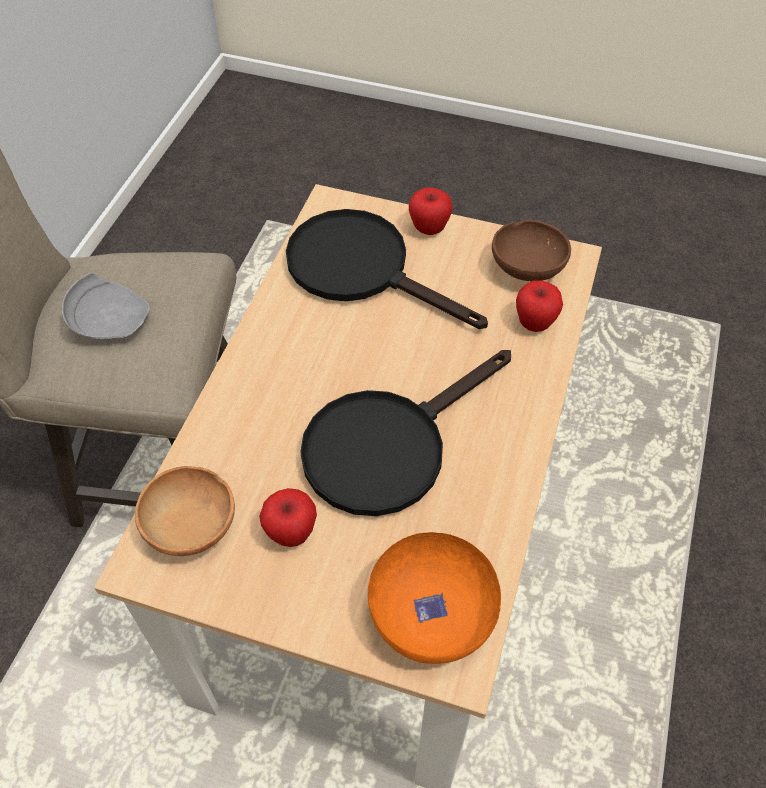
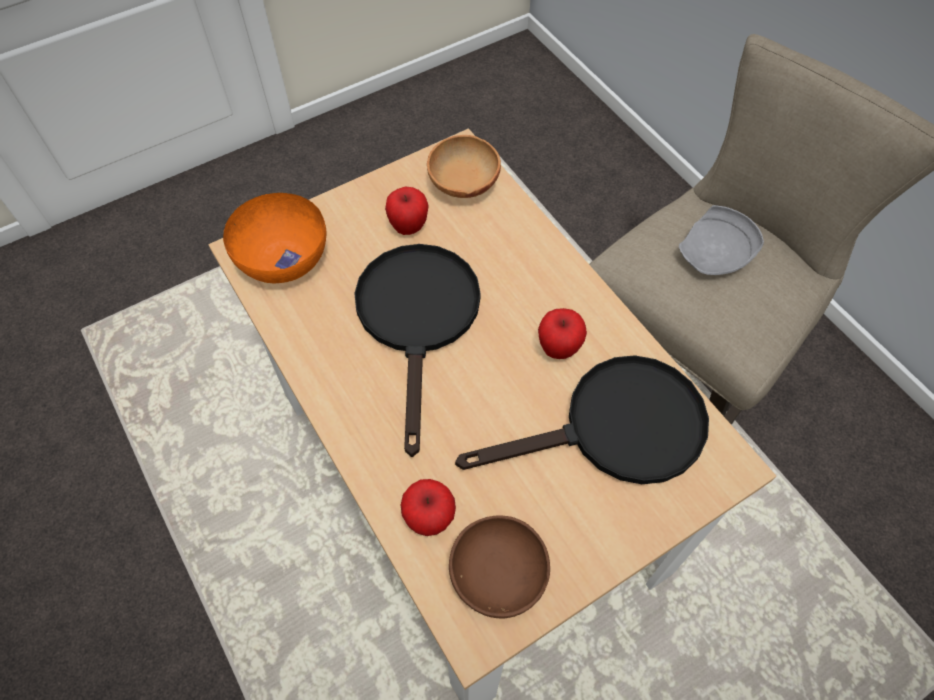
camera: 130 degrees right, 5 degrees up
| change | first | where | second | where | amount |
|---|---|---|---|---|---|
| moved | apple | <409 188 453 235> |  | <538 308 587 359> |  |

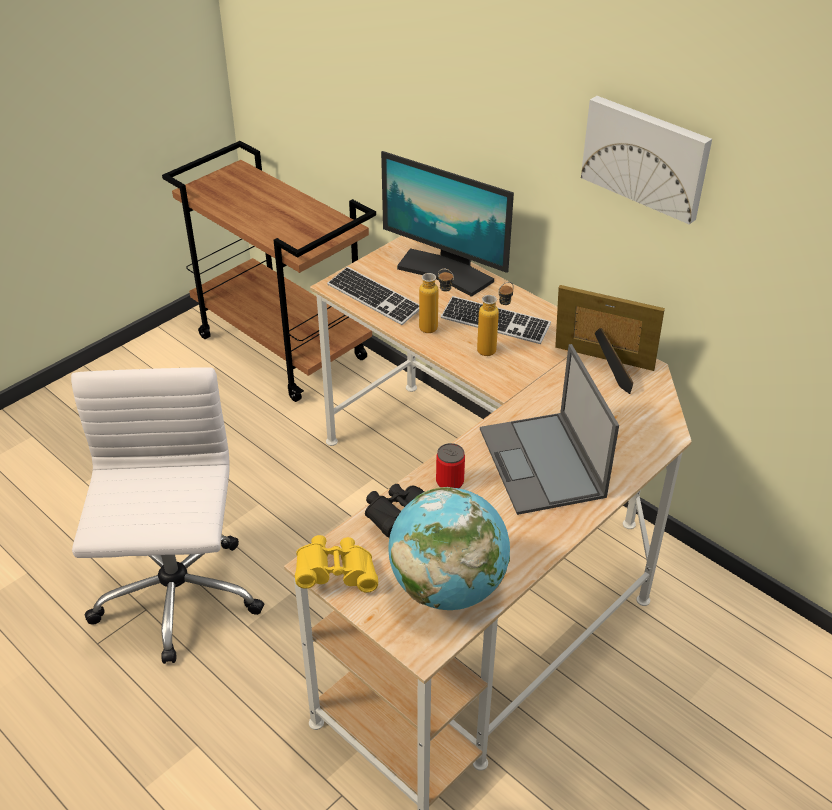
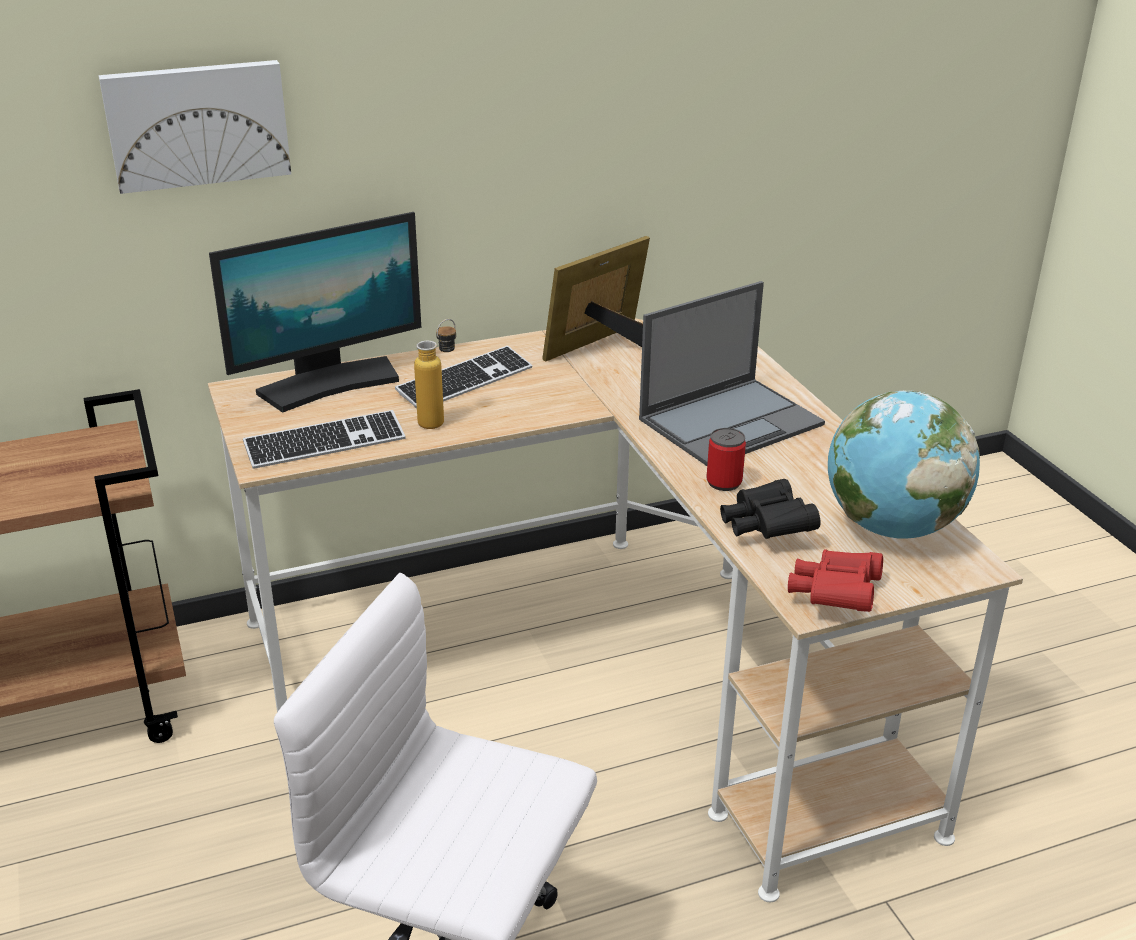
camera: 65 degrees left, 10 degrees down
| change | first | where | second | where | amount |
|---|---|---|---|---|---|
| moved | picture | <581 96 712 224> |  | <99 60 291 194> |  |
| turned | laptop | <480 344 619 515> |  | <639 281 825 466> | 45 degrees counterclockwise |
| recoloured | pair of binoculars/yellow | <295 535 378 593> | pair of binoculars/red | <788 549 883 612> |  |
| removed | bottle | <477 282 514 356> |  |  |  |

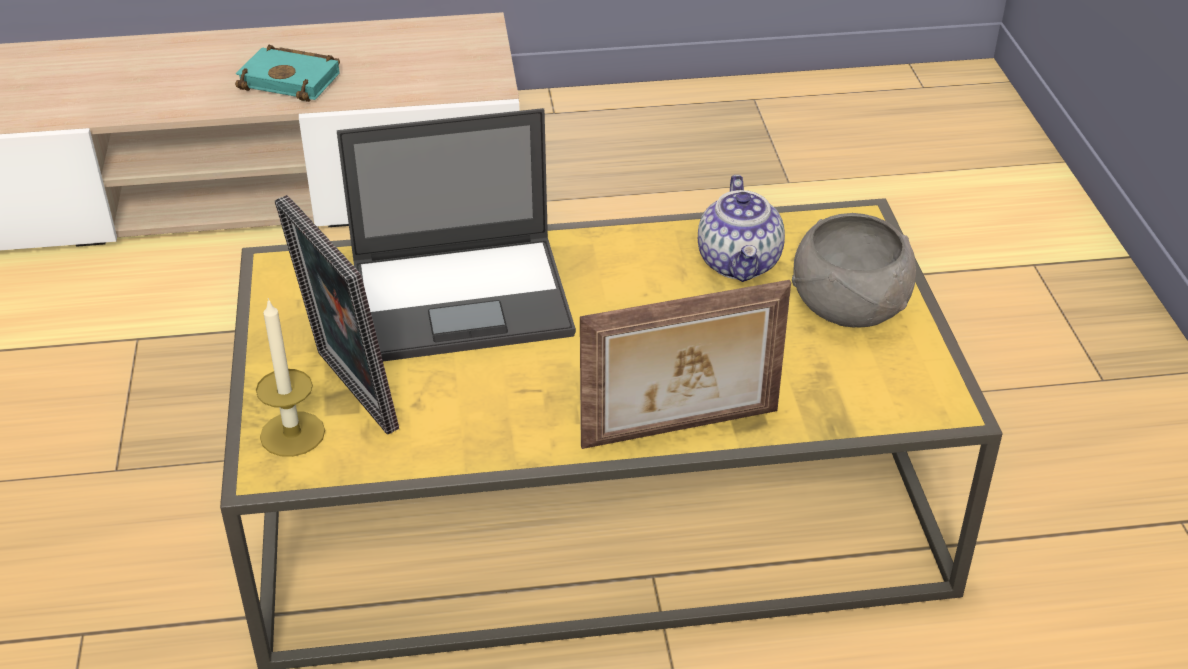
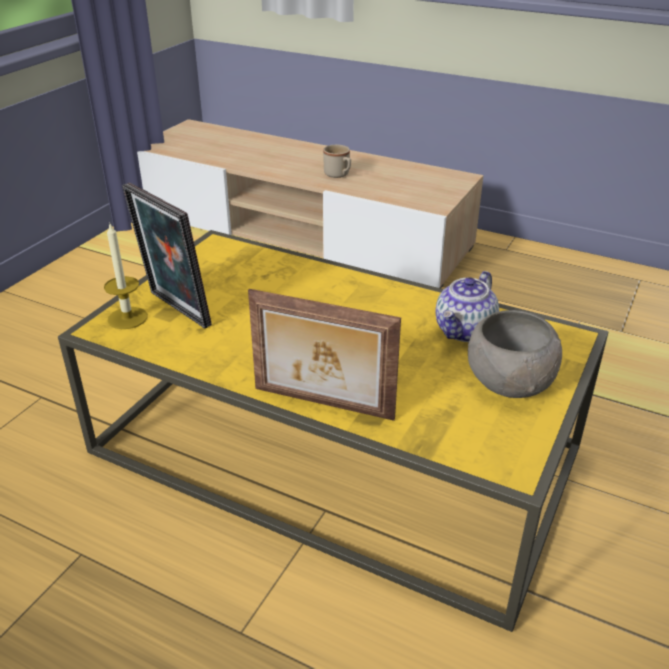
camera: 35 degrees right, 5 degrees down
| change | first | where | second | where | amount |
|---|---|---|---|---|---|
| turned | photo frame | <275 195 399 435> |  | <122 182 212 328> | 45 degrees counterclockwise |
| replaced | book/turquoise-coloured | <235 45 340 102> | tea mug/sand-coloured | <323 145 351 178> |  |
| removed | laptop | <337 108 576 361> |  |  |  |

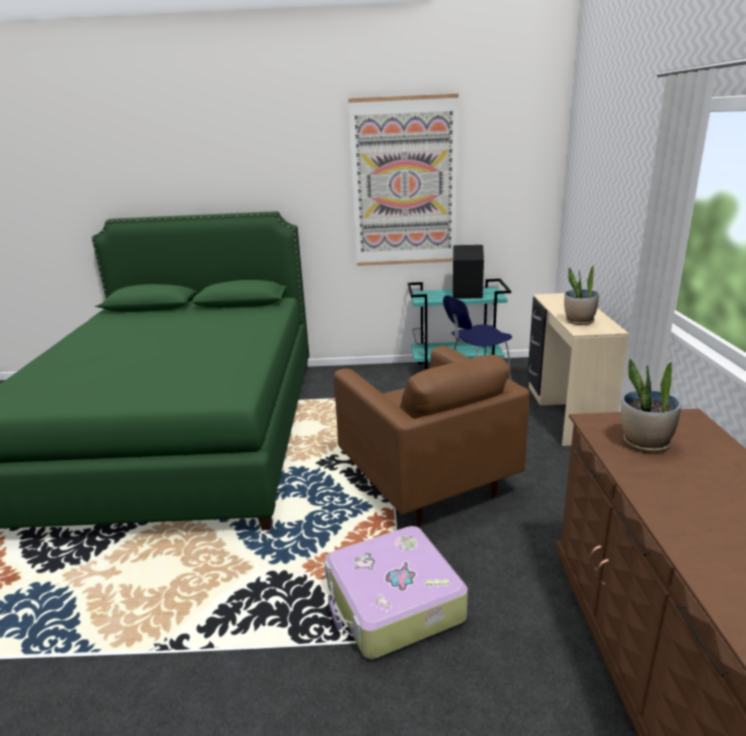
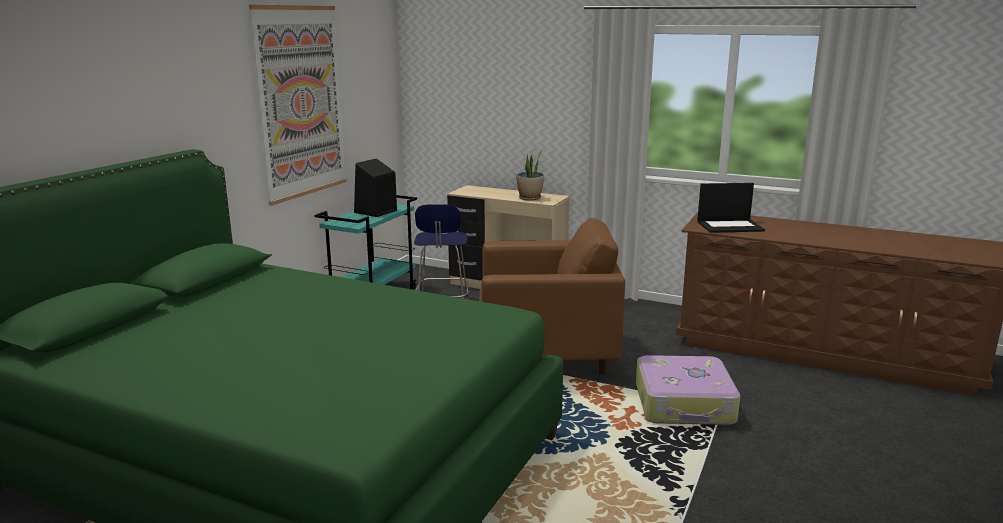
camera: 65 degrees left, 5 degrees down
| change | first | where | second | where | amount |
|---|---|---|---|---|---|
| replaced | potted plant | <621 359 682 452> | laptop | <697 183 765 233> |  |

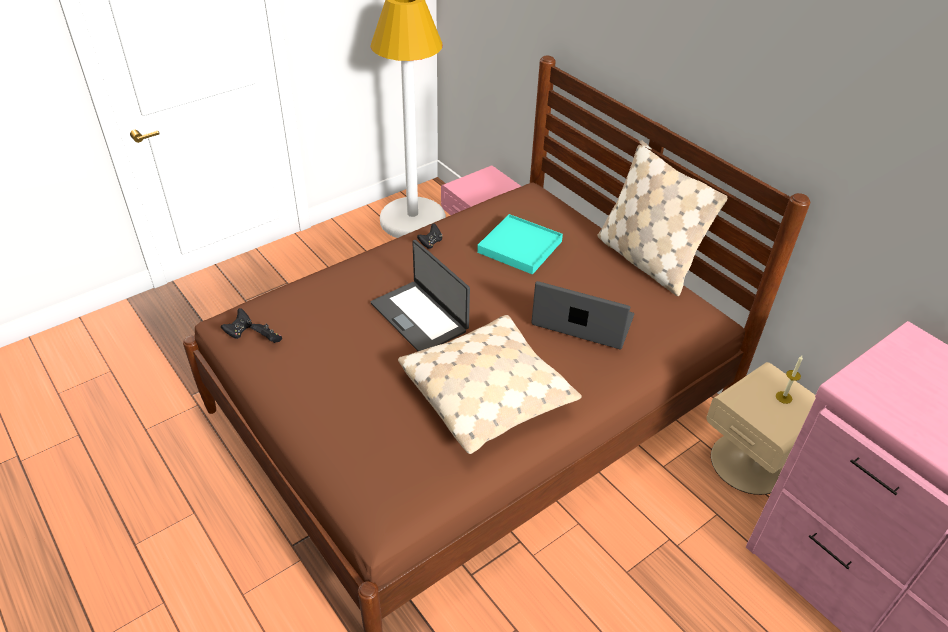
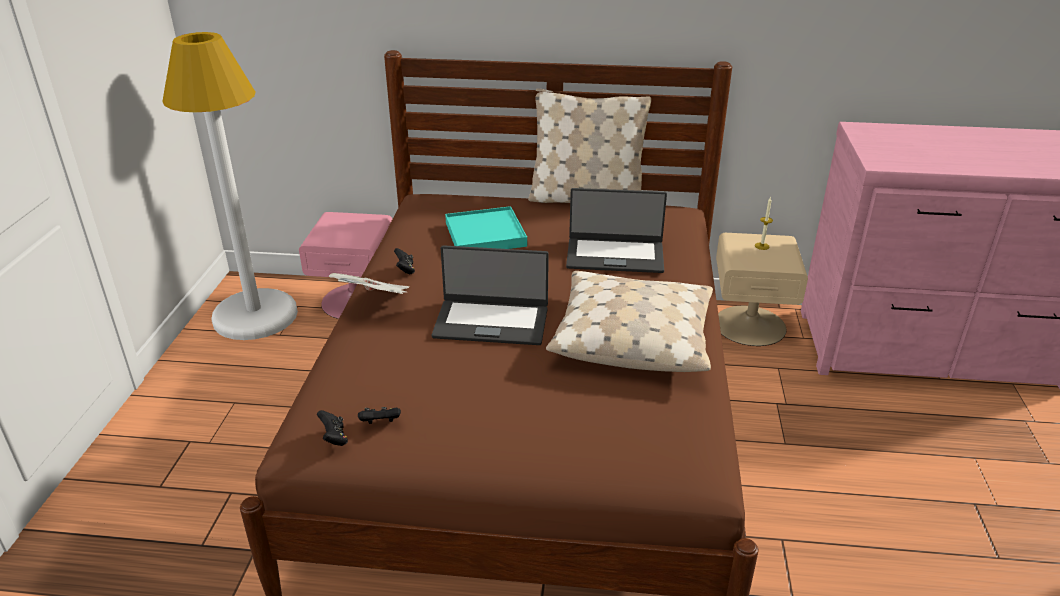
camera: 45 degrees left, 10 degrees down
| change | first | where | second | where | amount |
|---|---|---|---|---|---|
| added |  |  | printed paper | <329 273 409 294> |  |
| turned | laptop | <531 281 634 349> |  | <566 188 667 273> | 150 degrees counterclockwise |

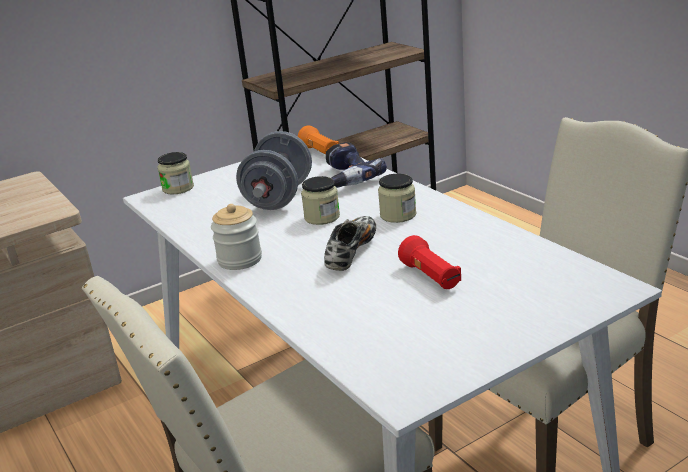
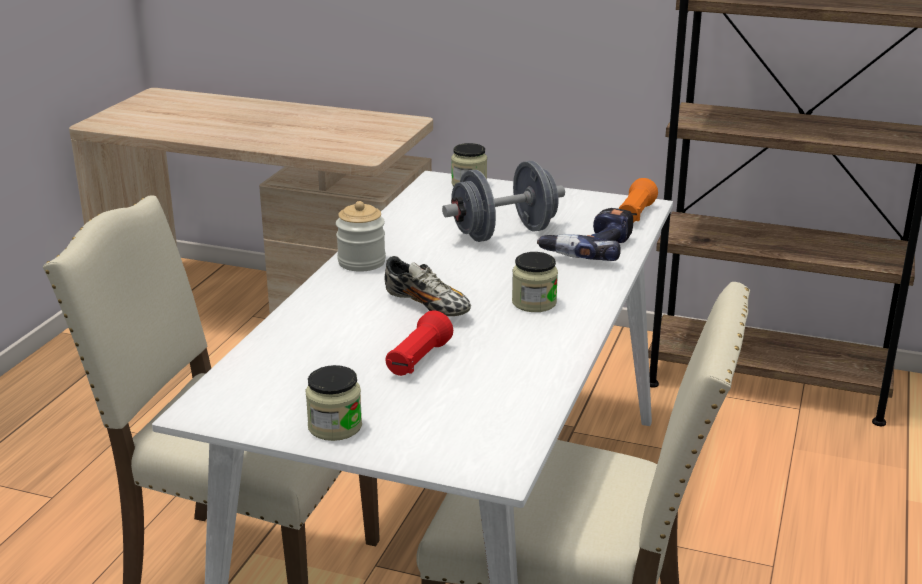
camera: 50 degrees right, 0 degrees up
| change | first | where | second | where | amount |
|---|---|---|---|---|---|
| moved | jar | <301 176 340 225> |  | <305 365 362 441> |  |
| turned | low shoe | <324 216 376 271> |  | <385 256 471 316> | 60 degrees clockwise |

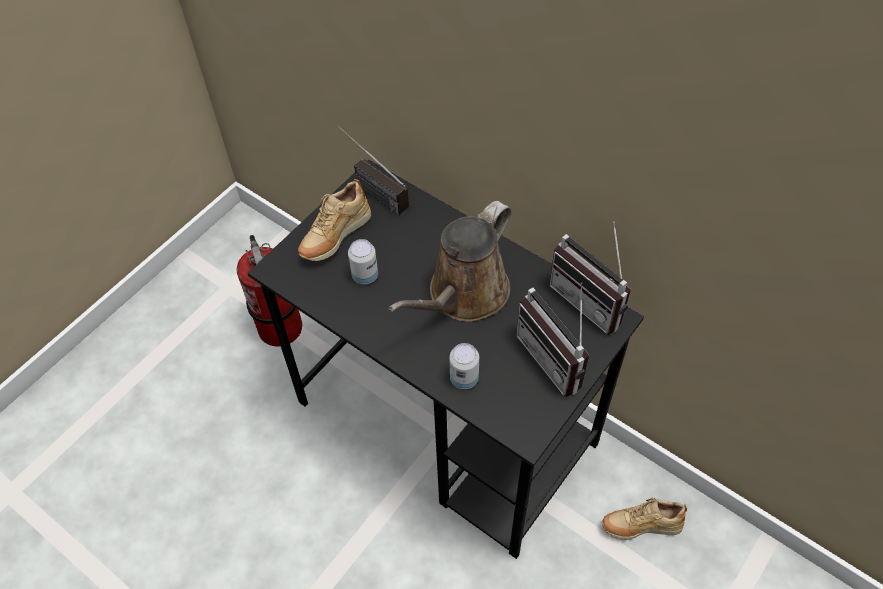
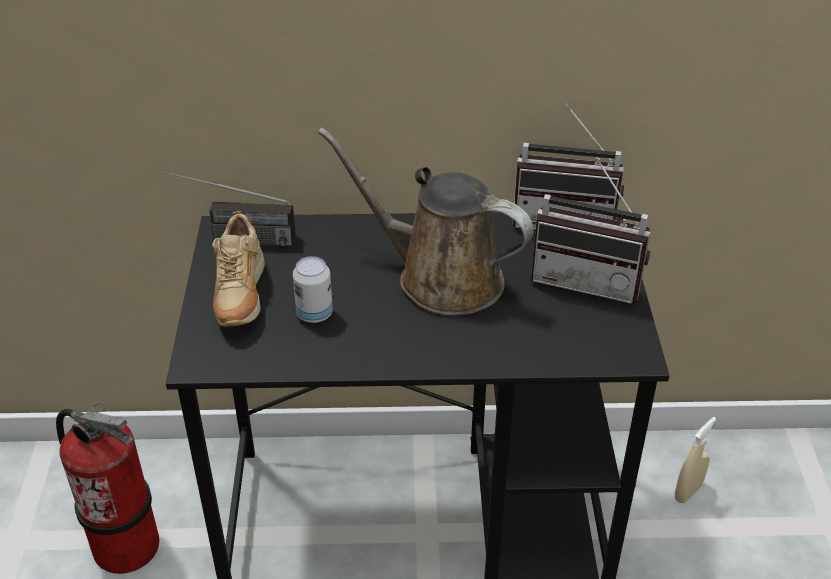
camera: 40 degrees left, 15 degrees down
| change | first | where | second | where | amount |
|---|---|---|---|---|---|
| turned | watering pot/brown-coloured | <388 201 511 322> |  | <318 127 534 315> | 120 degrees clockwise |
| replaced | low shoe/sand-coloured | <602 497 687 540> | hand sprayer/sand-coloured | <675 417 716 503> |  |
| removed | metal can | <450 343 479 389> |  |  |  |

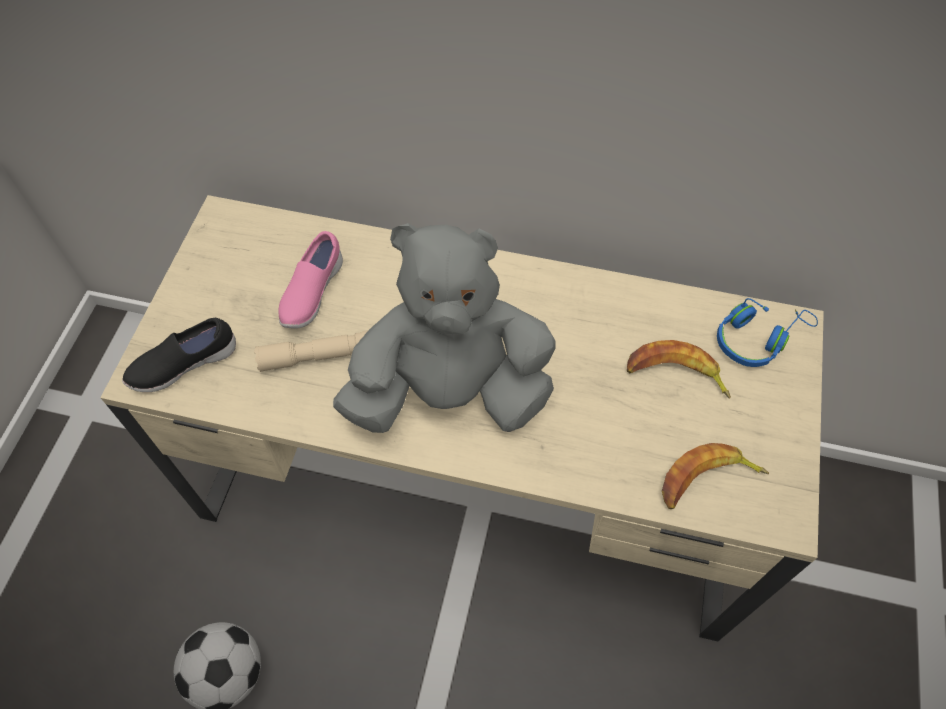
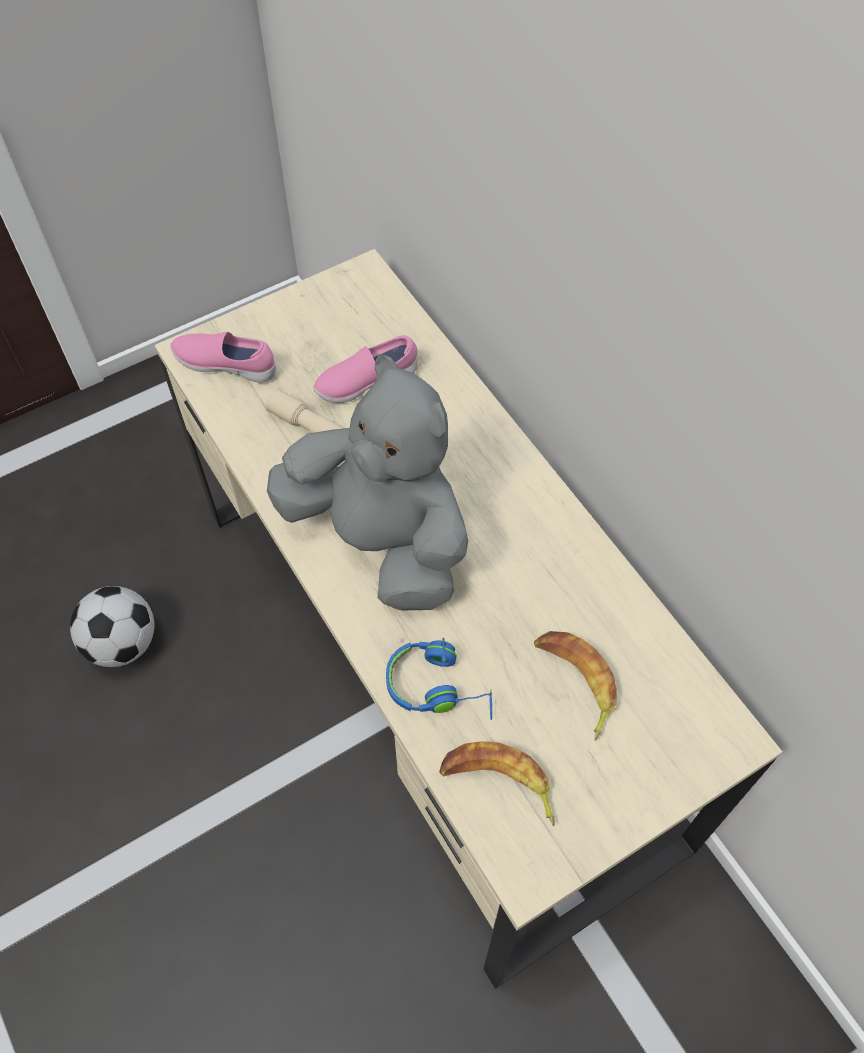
camera: 45 degrees right, 0 degrees up
| change | first | where | second | where | amount |
|---|---|---|---|---|---|
| recoloured | low shoe/black | <122 318 236 392> | low shoe/pinkish | <170 332 276 382> |  |
| moved | pair of headphones/blue-coloured | <717 298 818 367> |  | <386 638 492 720> |  |

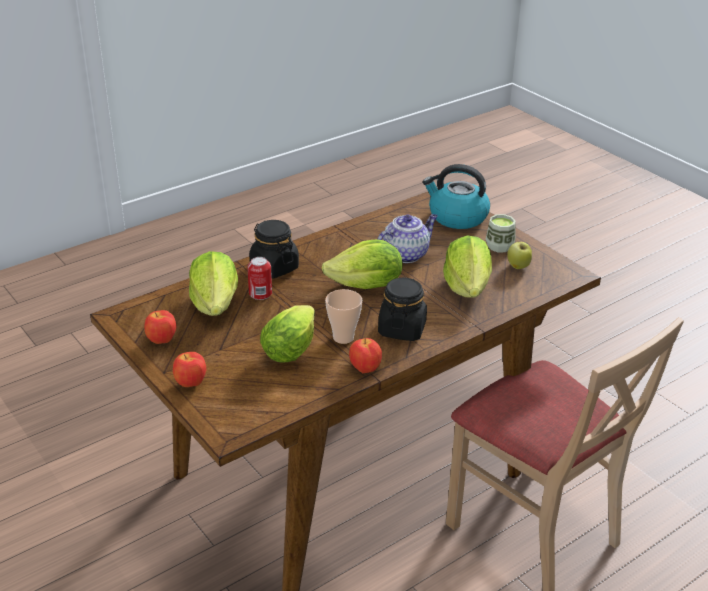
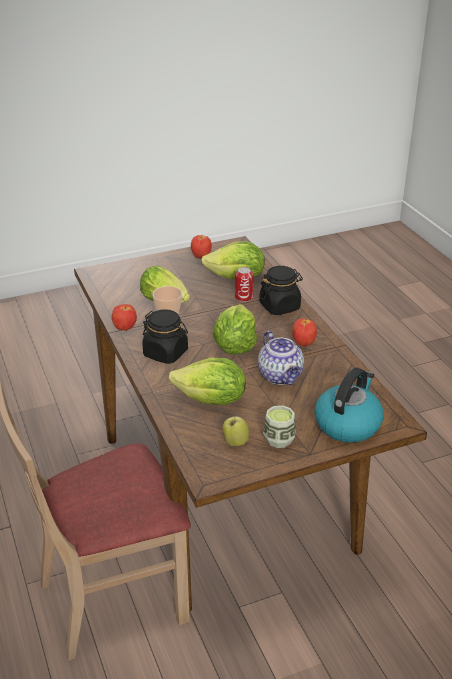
camera: 105 degrees right, 0 degrees up
| change | first | where | second | where | amount |
|---|---|---|---|---|---|
| moved | apple | <173 352 206 387> |  | <292 319 317 346> |  |

